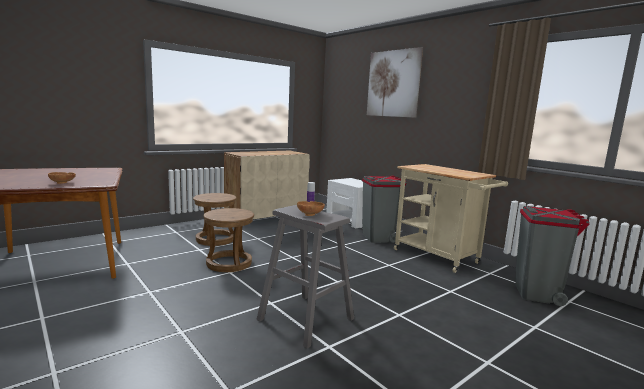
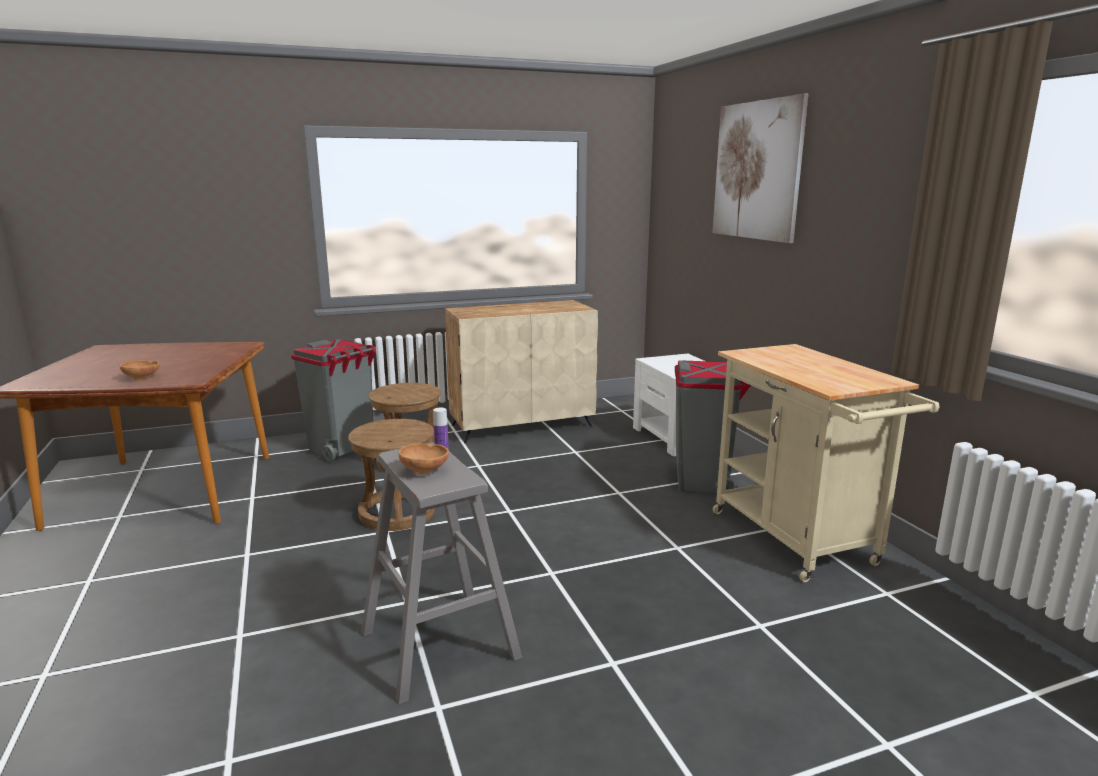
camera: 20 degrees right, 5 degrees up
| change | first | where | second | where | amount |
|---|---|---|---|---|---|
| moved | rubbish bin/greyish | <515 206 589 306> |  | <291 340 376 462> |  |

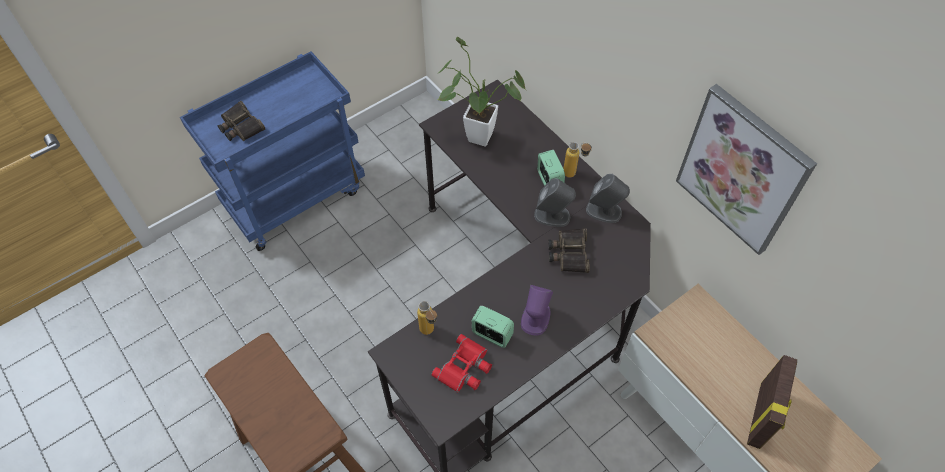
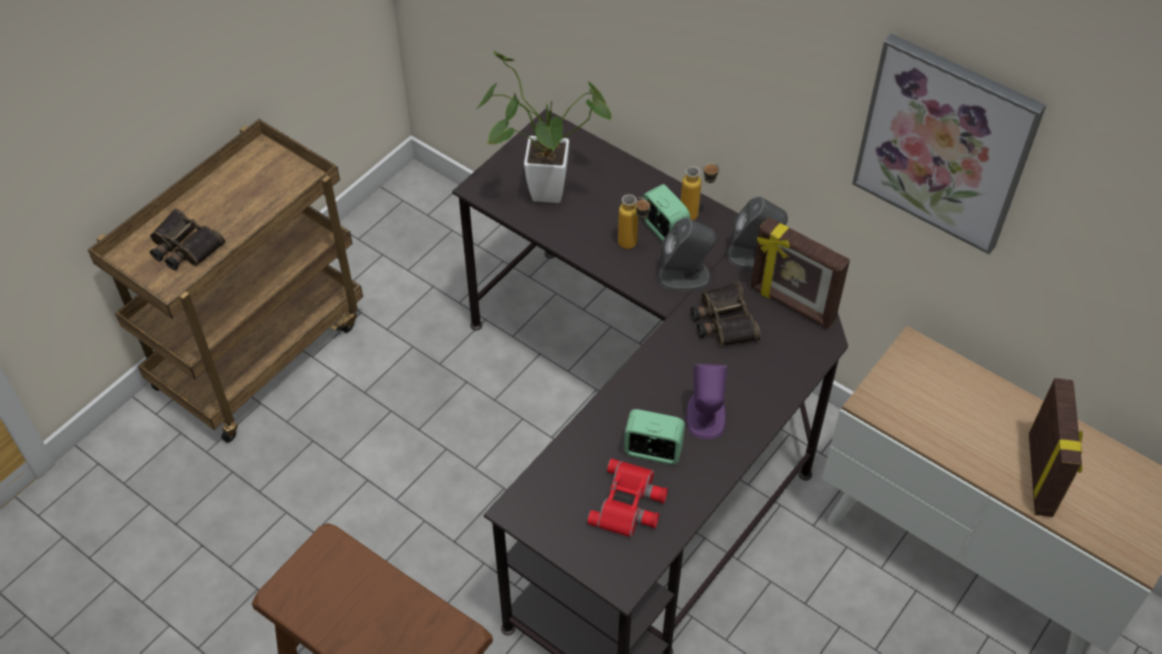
camera: 15 degrees left, 5 degrees down
| change | first | where | second | where | amount |
|---|---|---|---|---|---|
| recoloured | wheeled cart/blue-coloured | <180 51 365 251> | wheeled cart/brown-coloured | <88 119 363 443> |  |
| moved | bottle | <417 301 437 335> |  | <618 194 650 249> |  |
| added |  |  | photo frame | <750 217 850 329> |  |

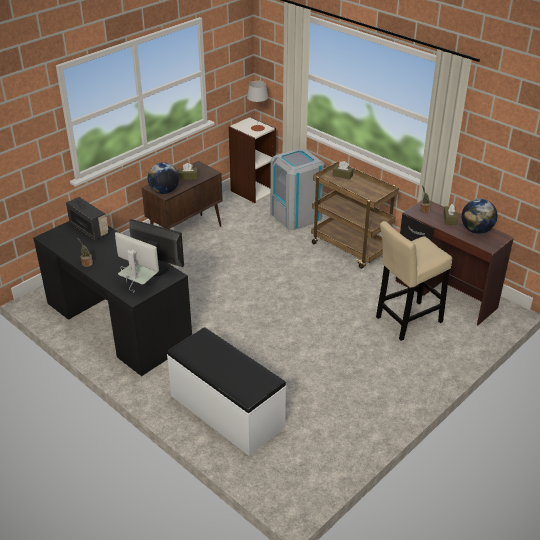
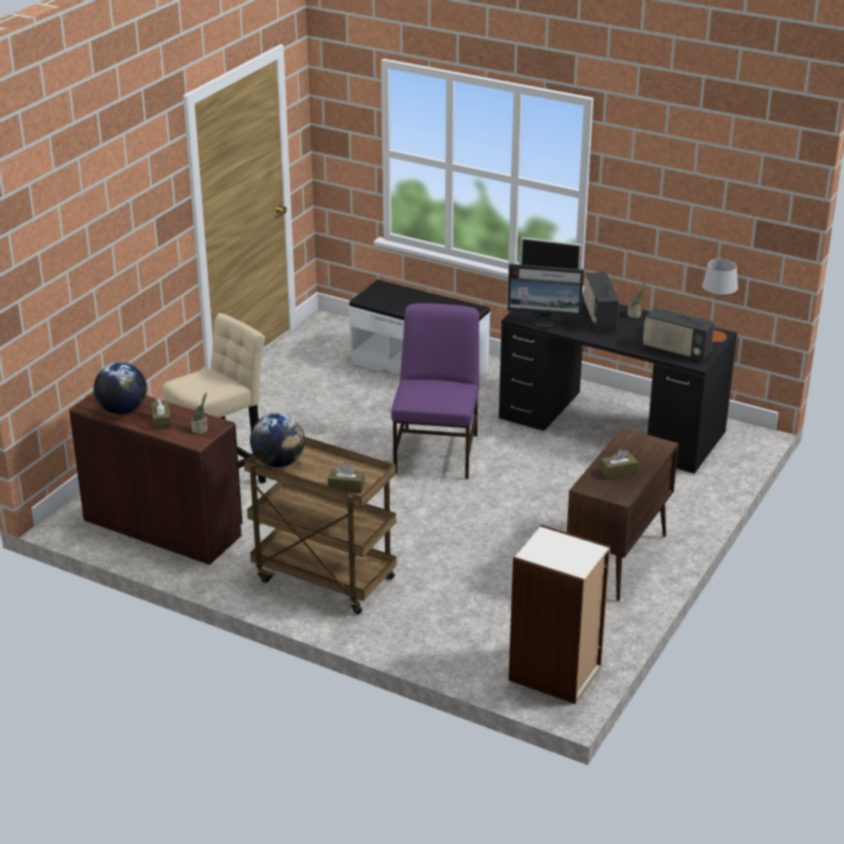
camera: 165 degrees right, 5 degrees down
| change | first | where | second | where | amount |
|---|---|---|---|---|---|
| moved | desk globe | <148 162 179 194> |  | <250 413 305 468> |  |
| added |  |  | upright chair/purple-coloured | <391 303 479 479> |  |
| added |  |  | radio set | <583 272 619 330> |  |
| moved | tabletop lamp/greyish | <247 81 268 131> |  | <702 259 738 342> |  |
| removed | rubbish bin/greyish | <271 148 325 230> |  |  |  |

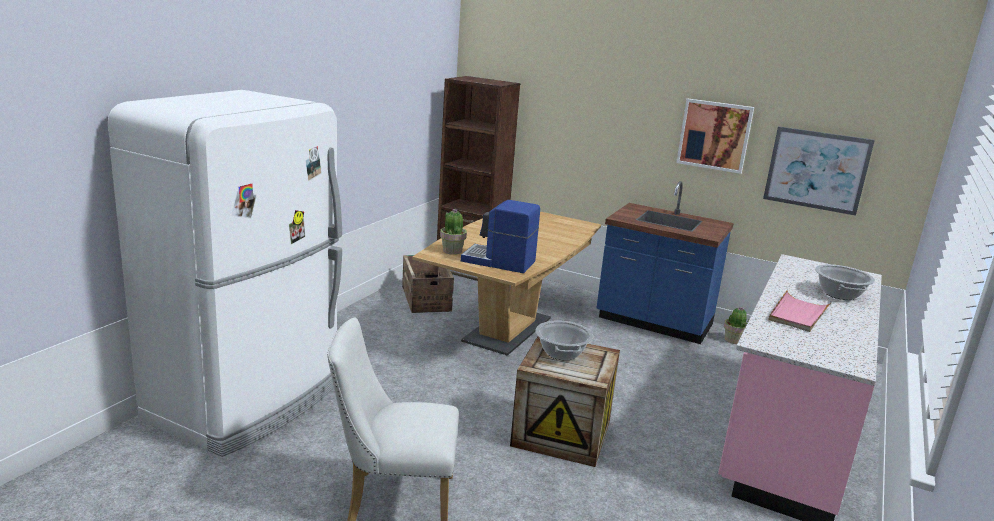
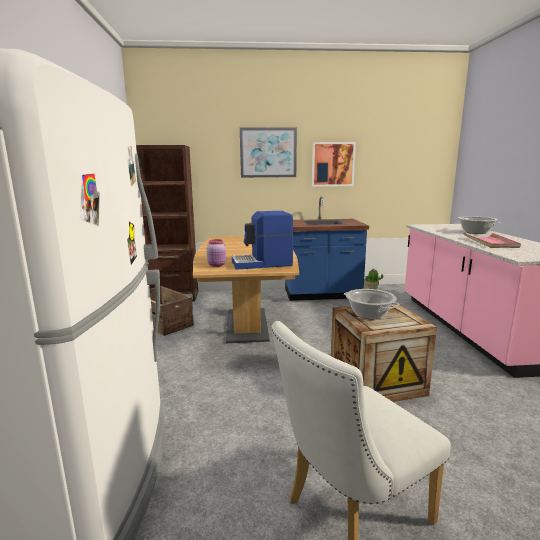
camera: 30 degrees left, 5 degrees down
| change | first | where | second | where | amount |
|---|---|---|---|---|---|
| replaced | potted plant | <440 209 467 255> | jar/pinkish | <207 239 226 267> |  |
| moved | picture | <763 126 875 216> |  | <240 127 297 178> |  |

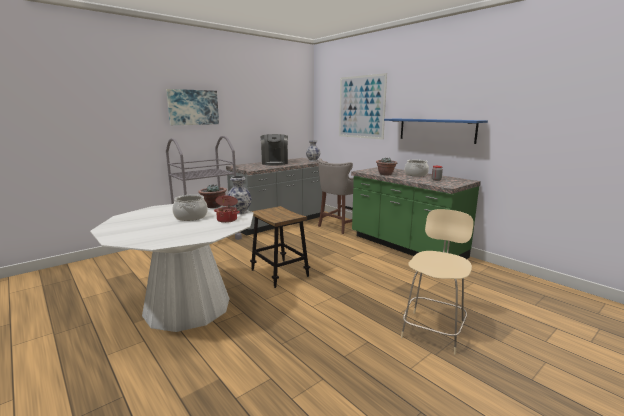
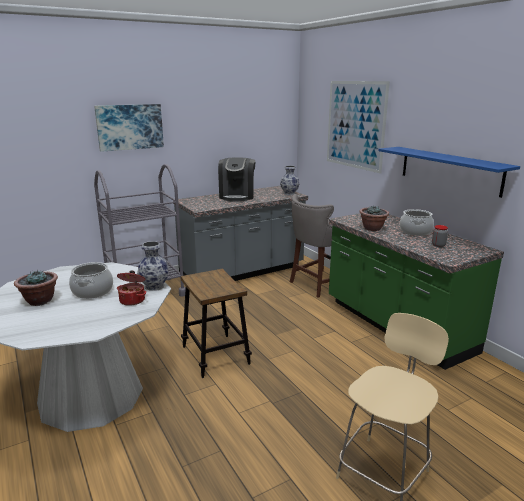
camera: 10 degrees right, 5 degrees up
| change | first | where | second | where | amount |
|---|---|---|---|---|---|
| moved | potted plant | <198 185 227 208> |  | <14 270 58 306> |  |

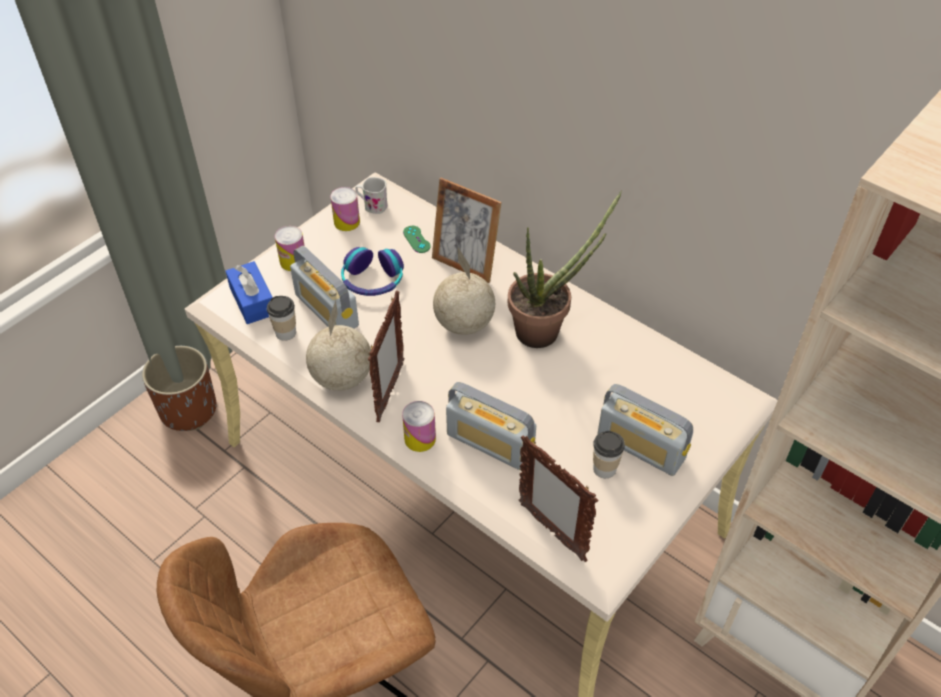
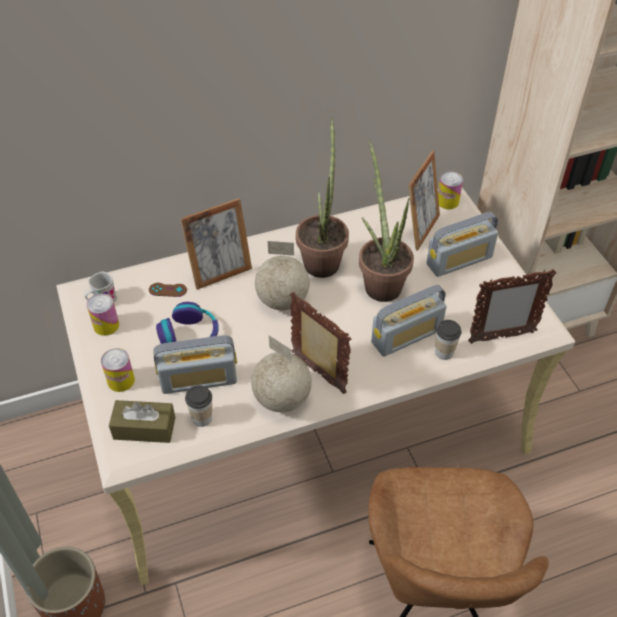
camera: 60 degrees left, 0 degrees up
| change | first | where | second | where | amount |
|---|---|---|---|---|---|
| recoloured | tissue holder/blue-coloured | <225 261 273 324> | tissue holder/brown-coloured | <109 400 175 443> |  |
| recoloured | game controller/greenish | <403 226 431 253> | game controller/brown-coloured | <149 283 187 297> |  |
| added |  |  | potted plant | <359 140 414 302> |  |
| added |  |  | photo frame | <408 150 440 251> |  |
| moved | small cup | <593 431 625 478> |  | <435 320 462 360> |  |
| moved | metal can | <402 401 436 452> |  | <438 171 463 209> |  |

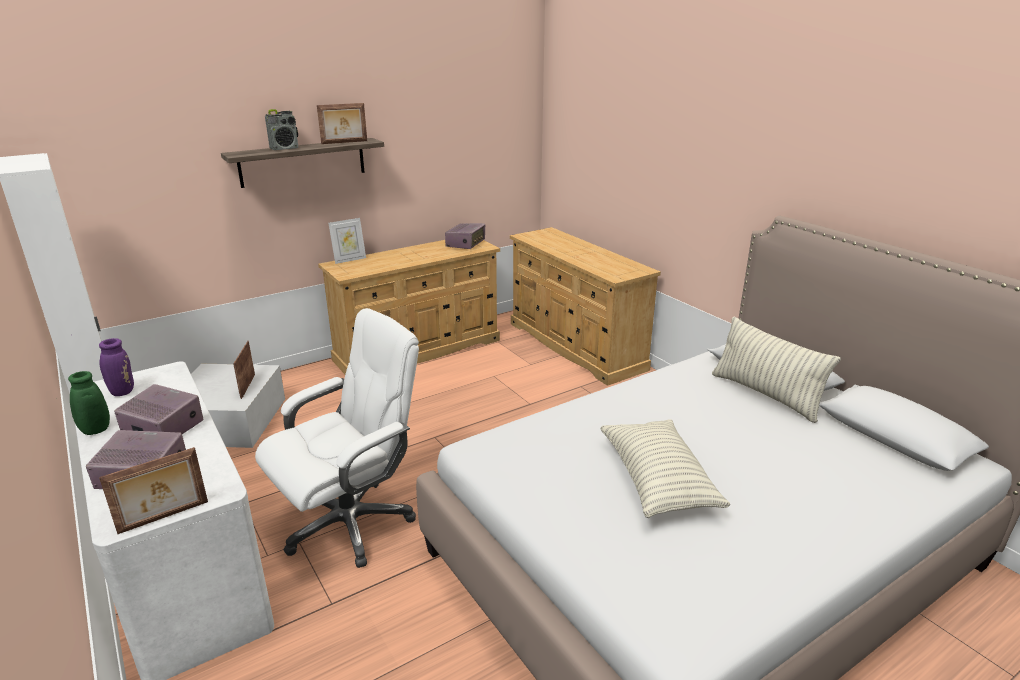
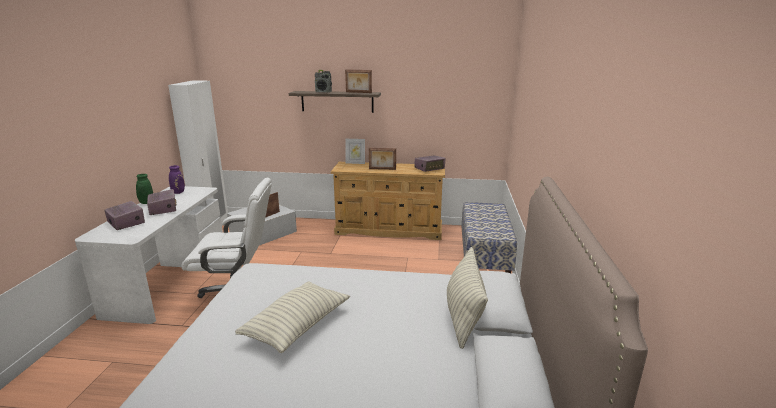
camera: 40 degrees right, 5 degrees down
| change | first | where | second | where | amount |
|---|---|---|---|---|---|
| moved | photo frame | <99 447 208 534> |  | <369 148 396 170> |  |
| replaced | drawer chest/sand-coloured | <510 227 661 386> | bench | <462 202 517 273> |  |

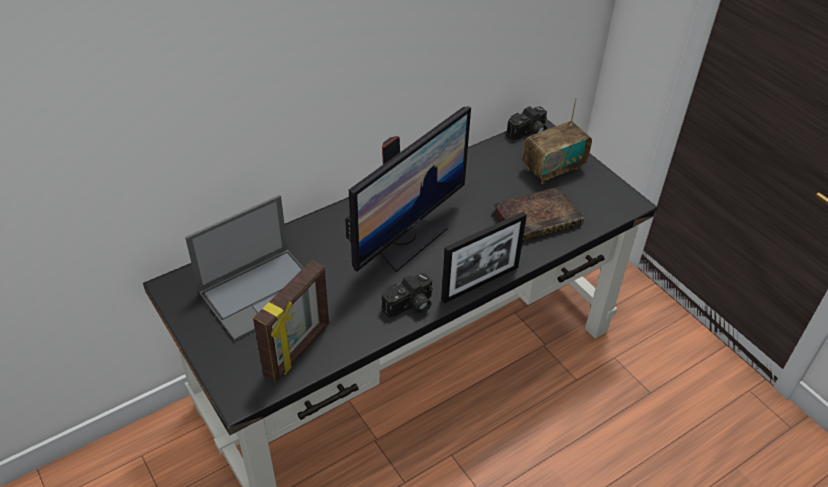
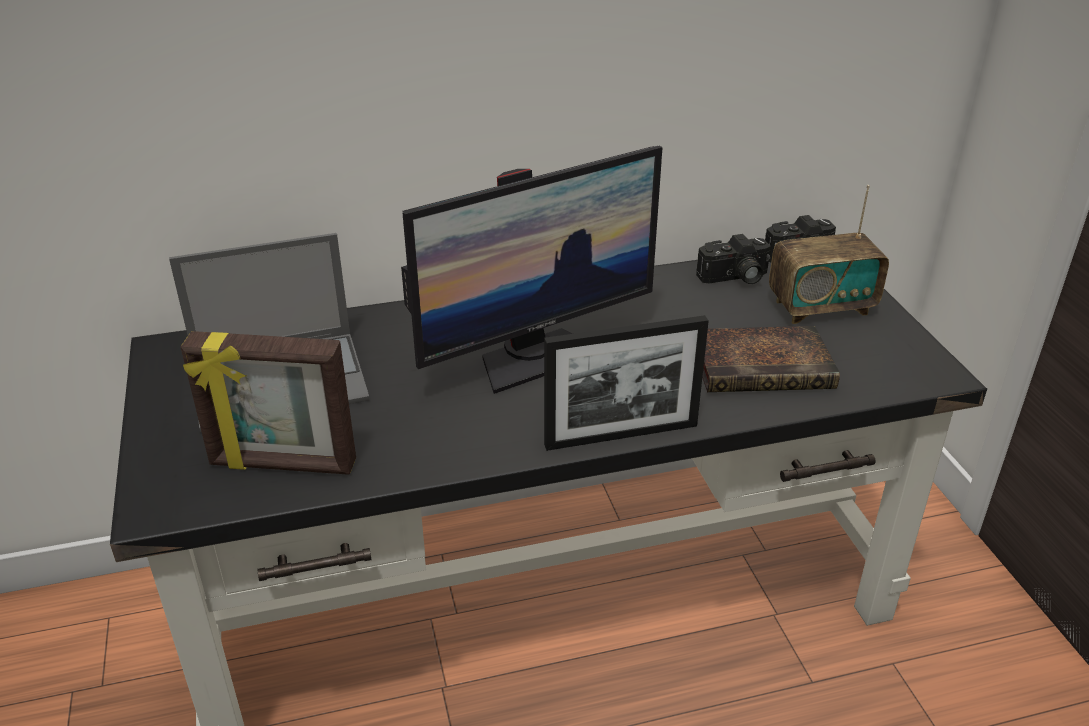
camera: 20 degrees right, 10 degrees down
| change | first | where | second | where | amount |
|---|---|---|---|---|---|
| turned | photo frame | <253 260 329 382> |  | <181 331 356 475> | 45 degrees clockwise |
| moved | photo camera | <382 273 433 317> |  | <696 234 771 284> |  |

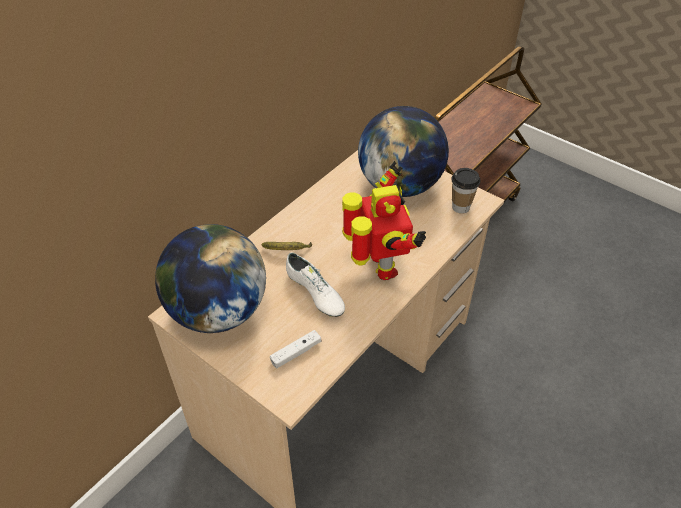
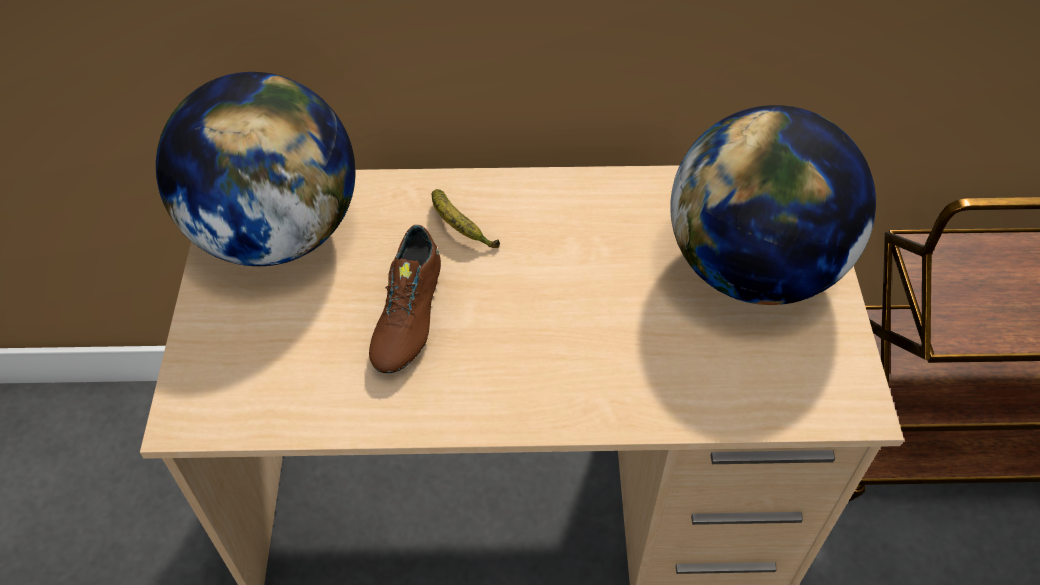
camera: 50 degrees right, 5 degrees up
| change | first | where | second | where | amount |
|---|---|---|---|---|---|
| recoloured | low shoe/white | <286 252 345 317> | low shoe/brown-coloured | <369 225 441 373> |  |
| removed | game controller/white | <270 330 321 369> |  |  |  |
| removed | toy robot | <342 161 426 280> |  |  |  |
| removed | small cup | <451 168 481 214> |  |  |  |

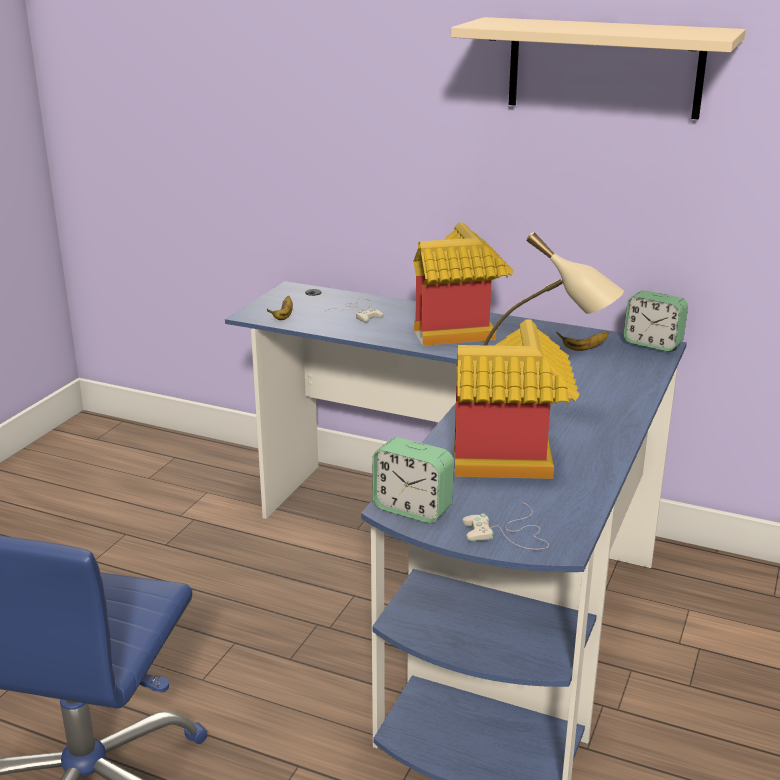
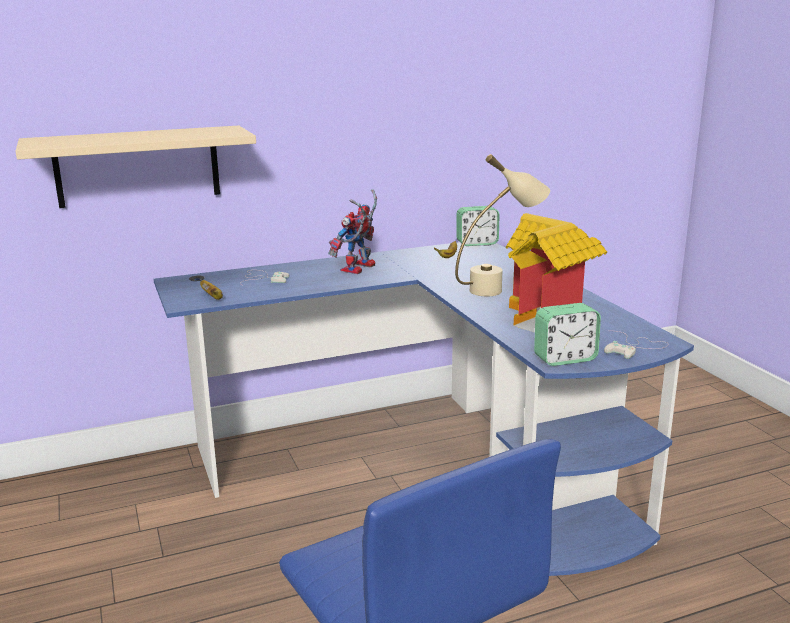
camera: 45 degrees left, 5 degrees down
| change | first | where | second | where | amount |
|---|---|---|---|---|---|
| moved | wall shelf/sand-coloured | <451 17 745 120> |  | <16 125 256 208> |  |
| replaced | model house | <413 222 513 346> | toy robot | <328 189 377 274> |  |

